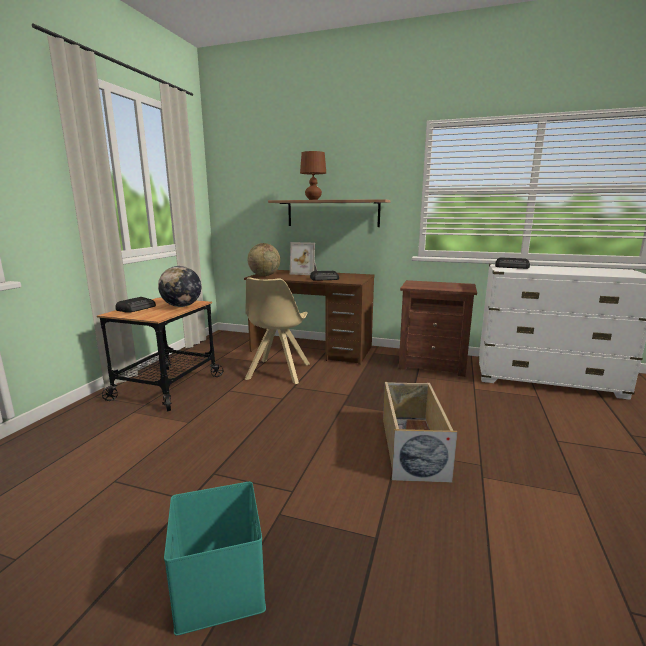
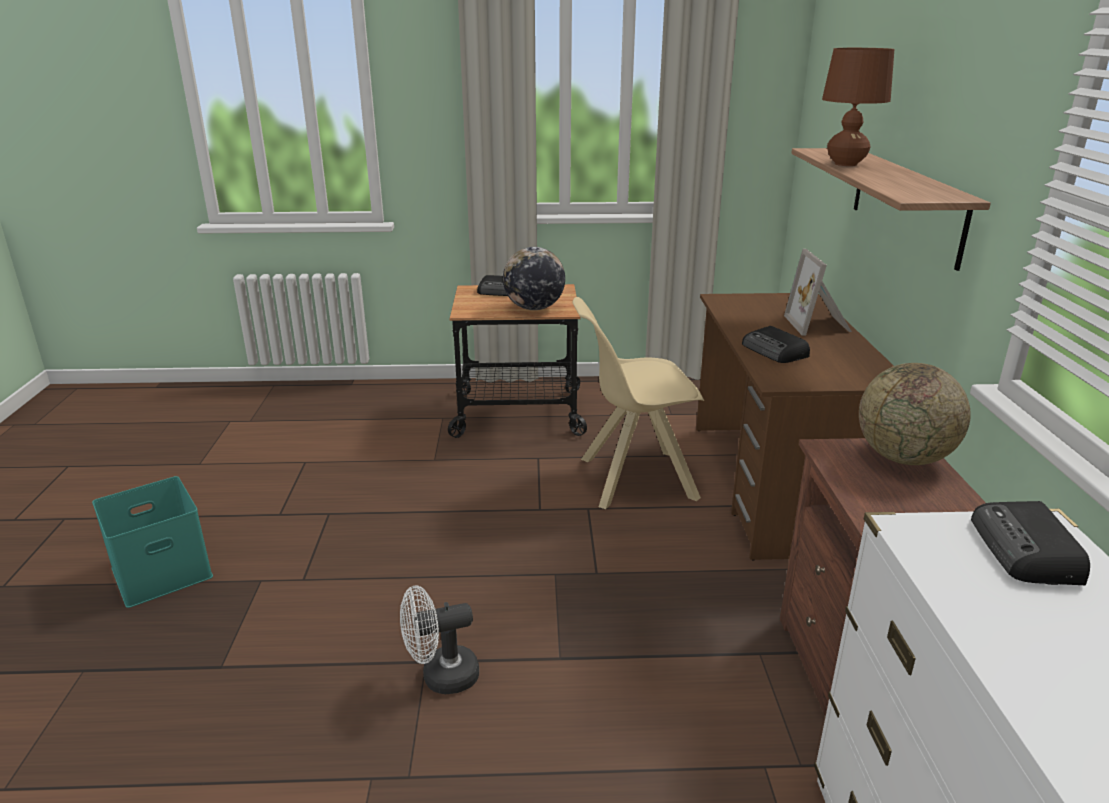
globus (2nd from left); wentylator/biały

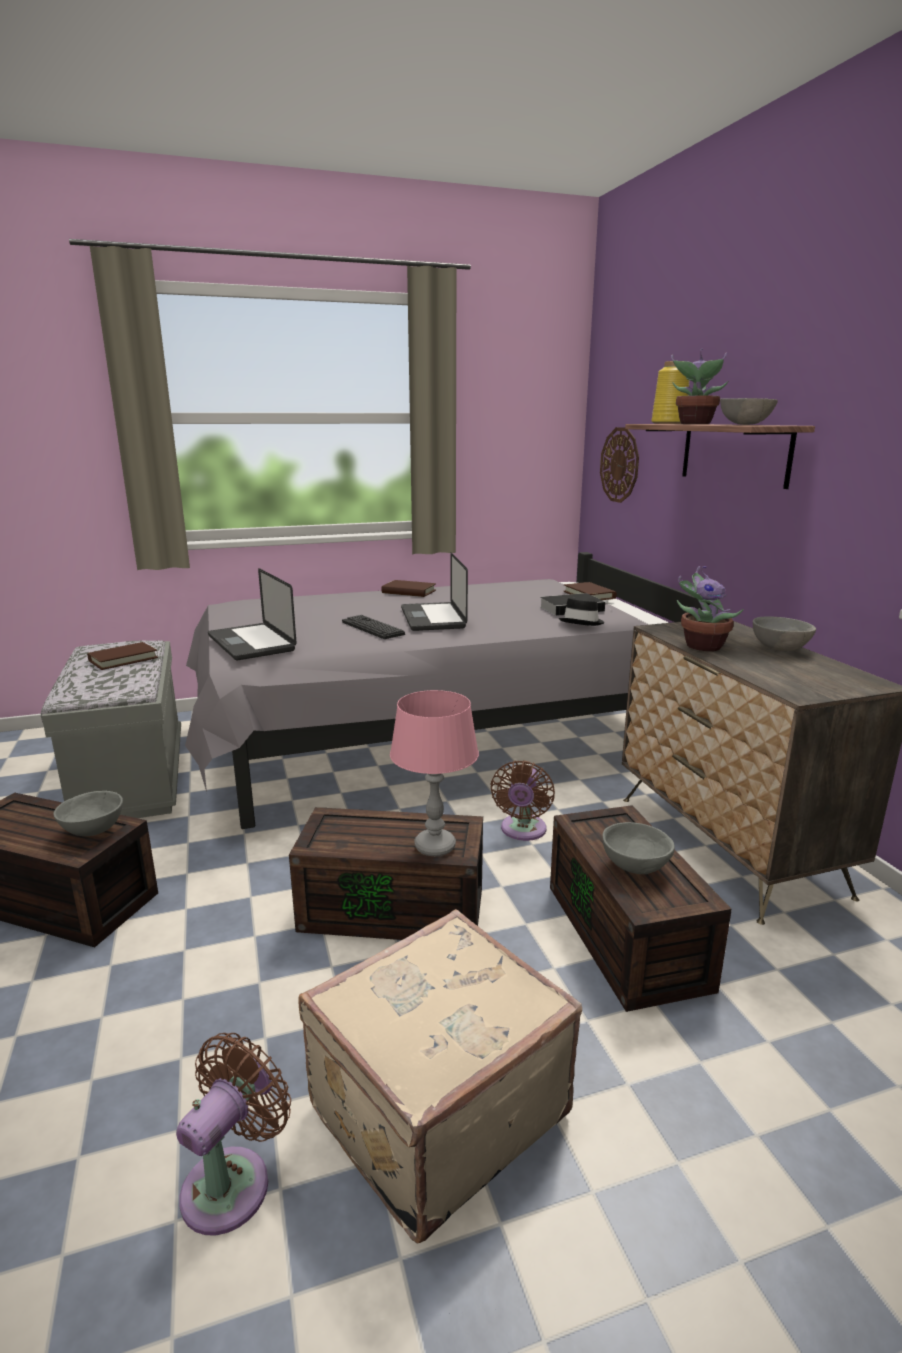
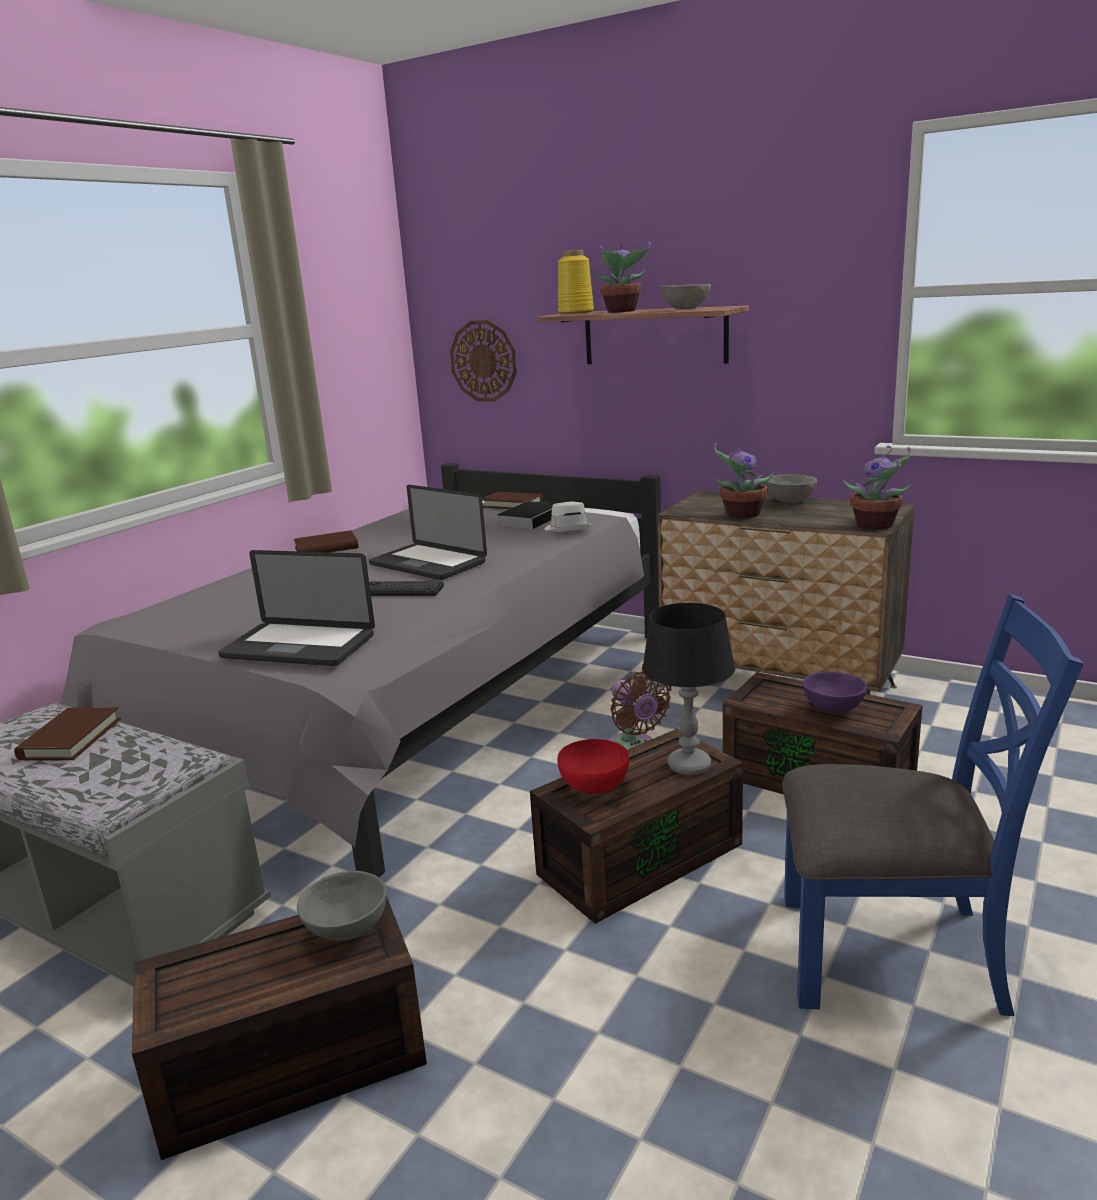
wentylator/brązowy (1st from left in the first image); krzesło/niebieski; lampa stołowa/czarny; kapelusz/biały; miska/fioletowy; miska/czerwony; roślina doniczkowa (3rd from left)

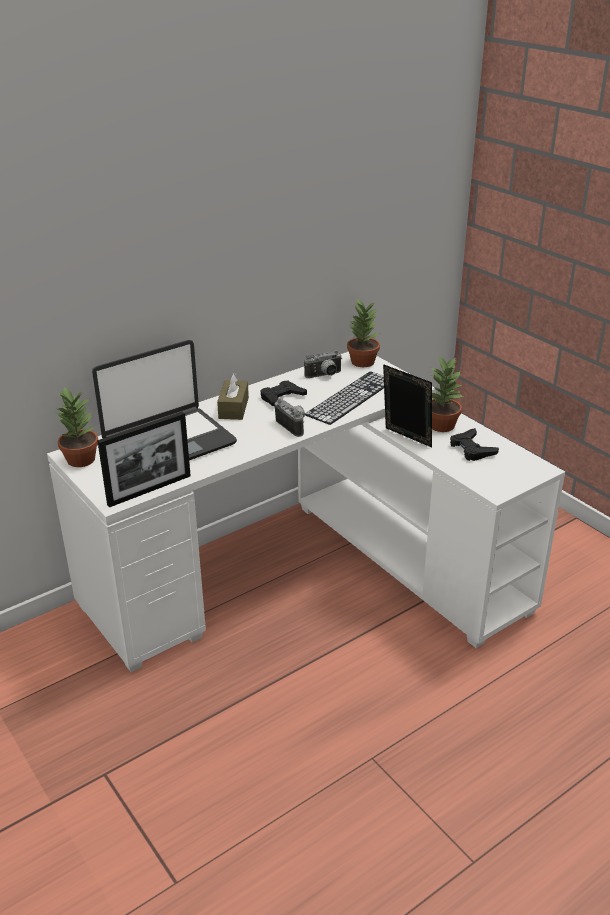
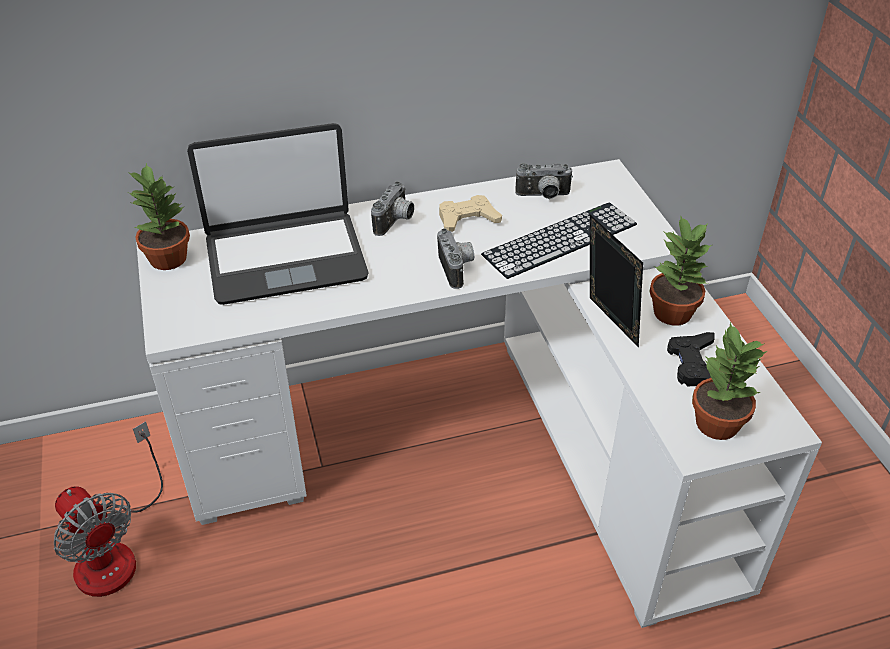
ramka na zdjęcie (1st from left in the first image); aparat fotograficzny (1st from left); pad do gier/beżowy; roślina doniczkowa (3rd from left); wentylator

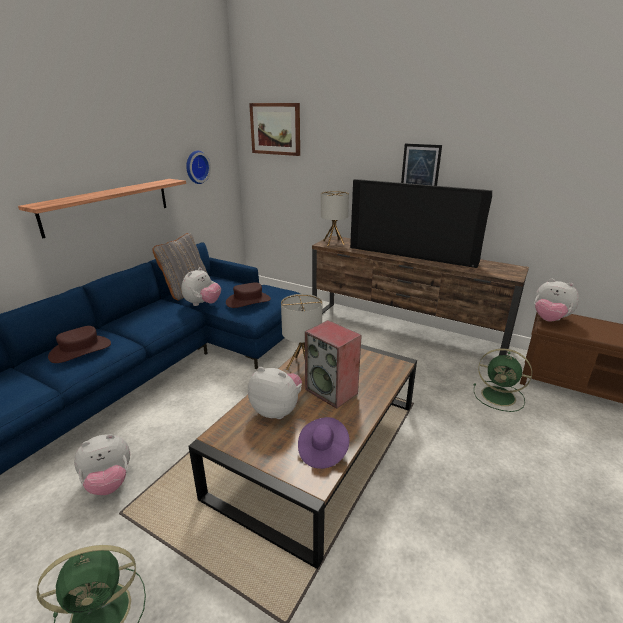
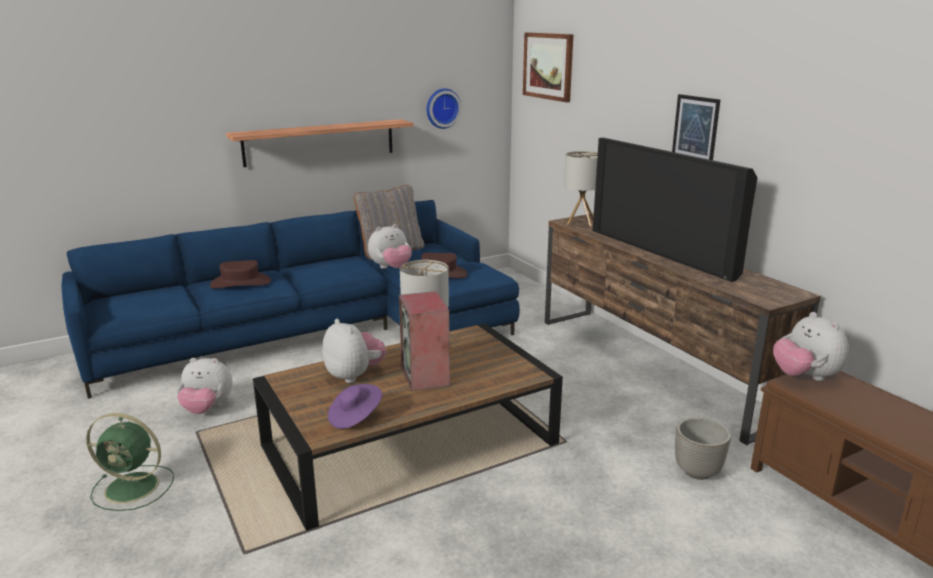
donica

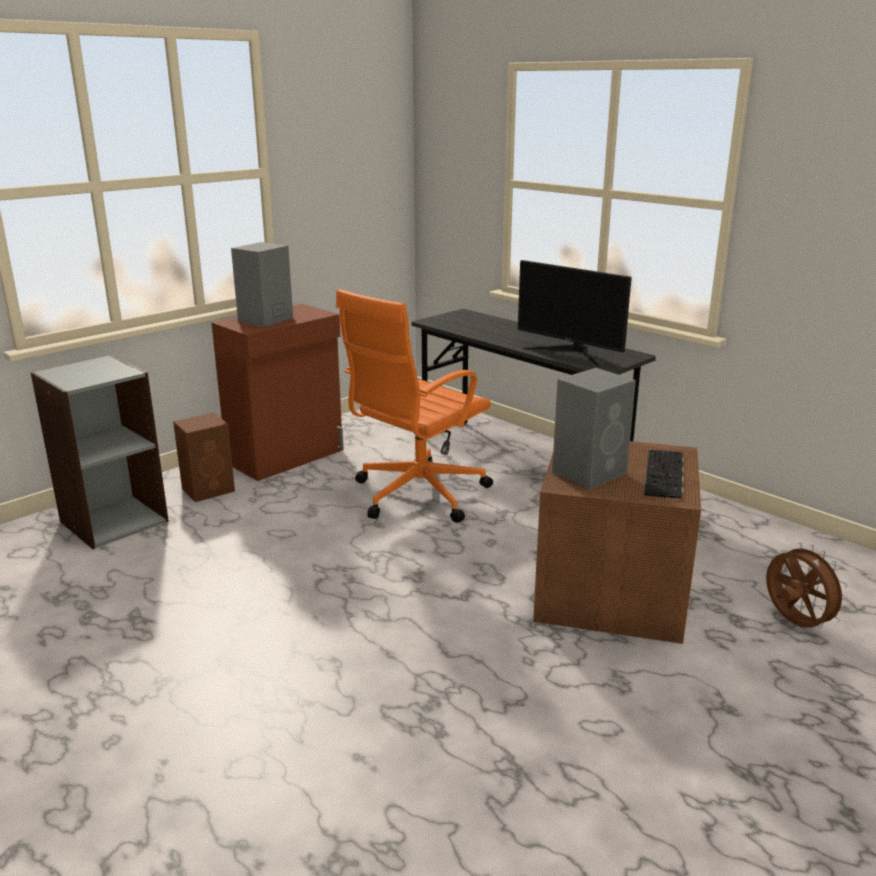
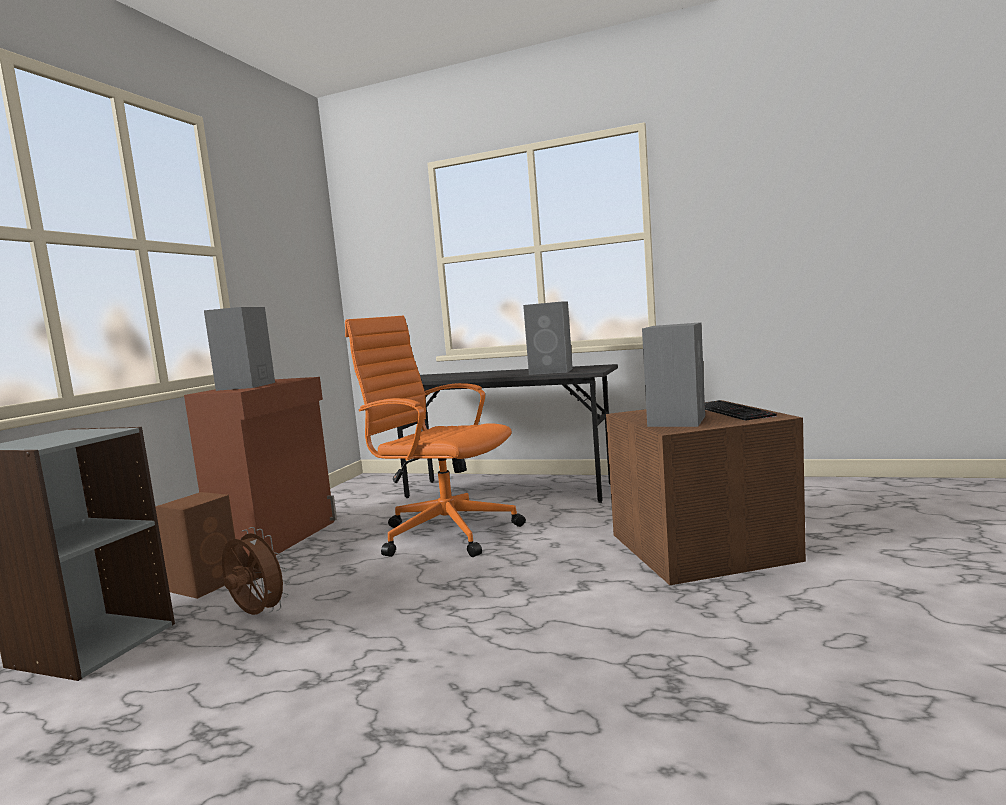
krzesło biurowe/pomarańczowy; głośnik/szary (2nd from left); wentylator/brązowy

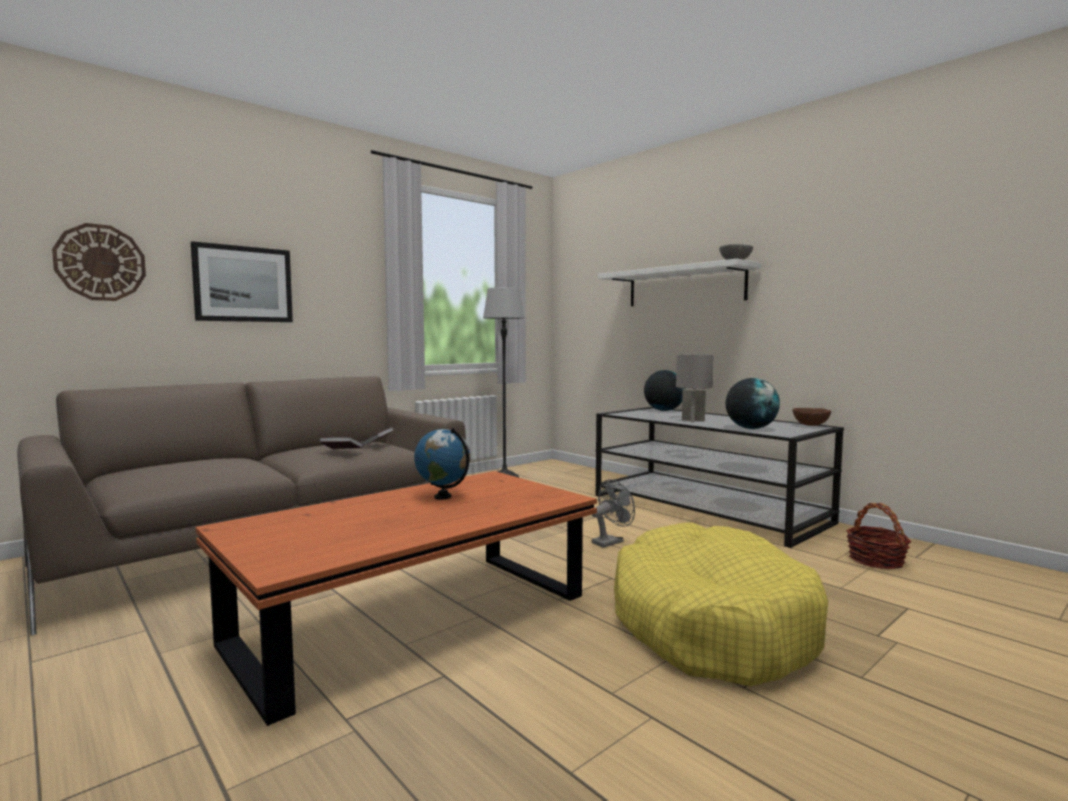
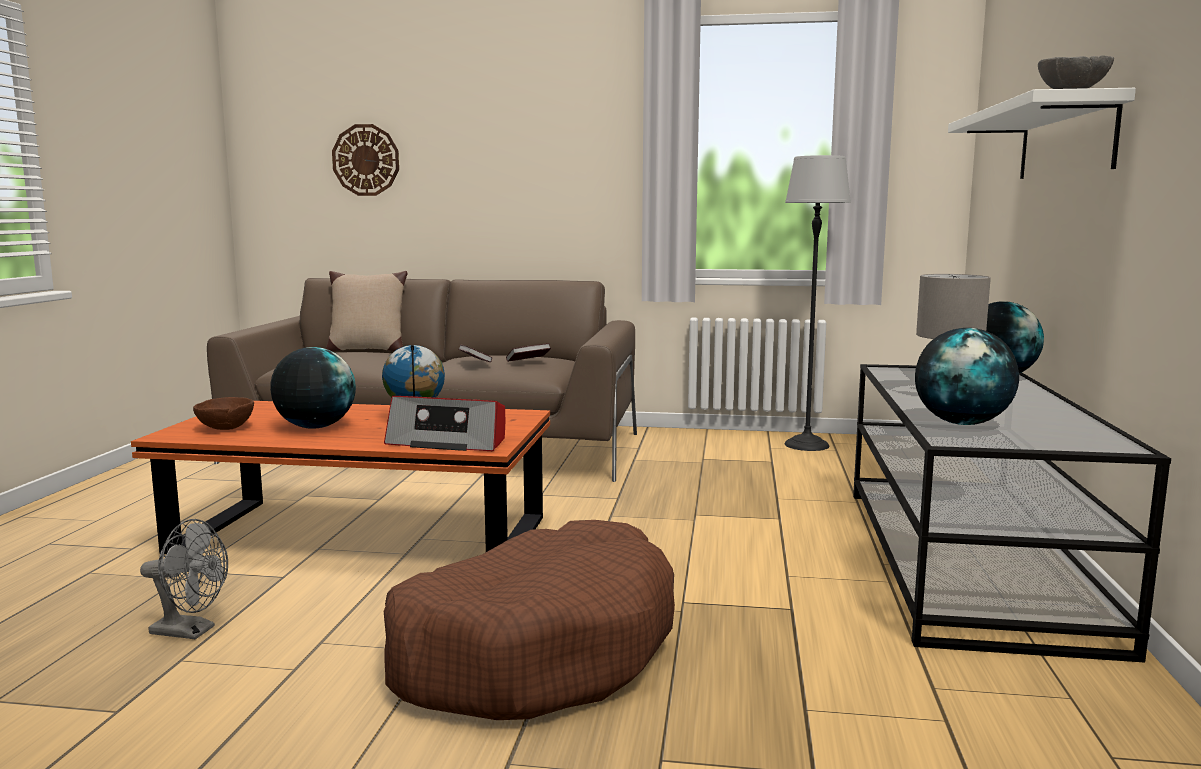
obraz; wentylator/szary; legowisko/brązowy; miska/brązowy; koszyk; globus (1st from left); poduszka/beżowy; radio

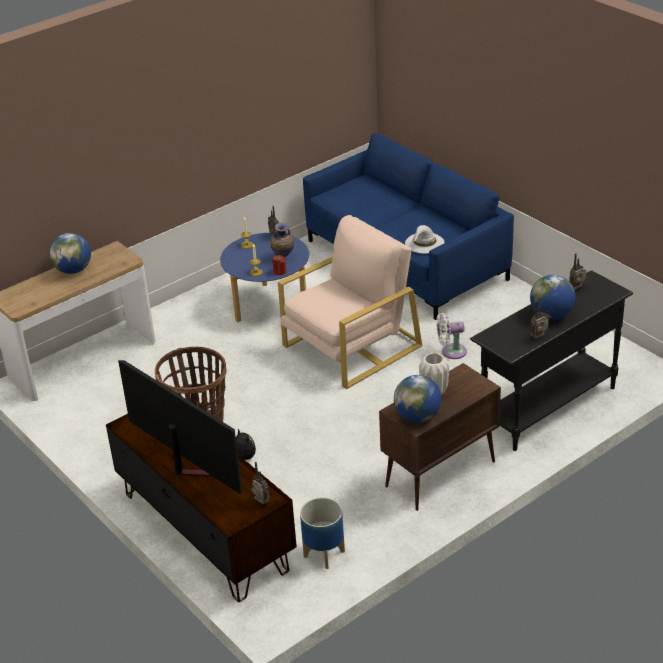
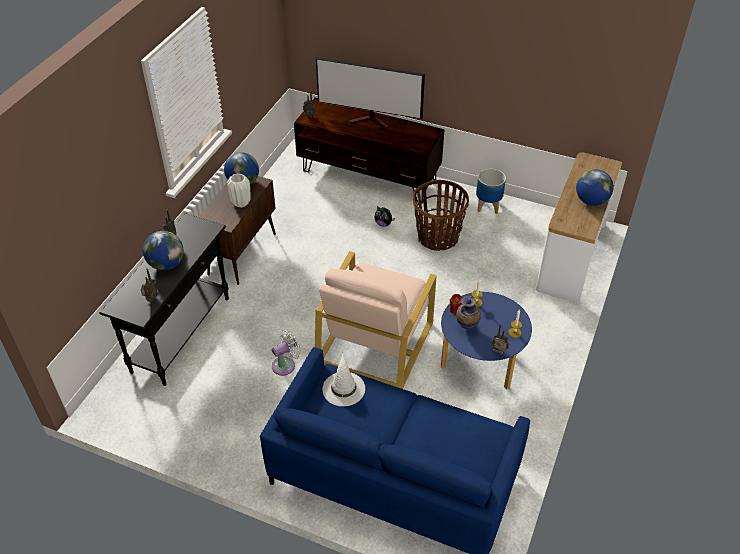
donica

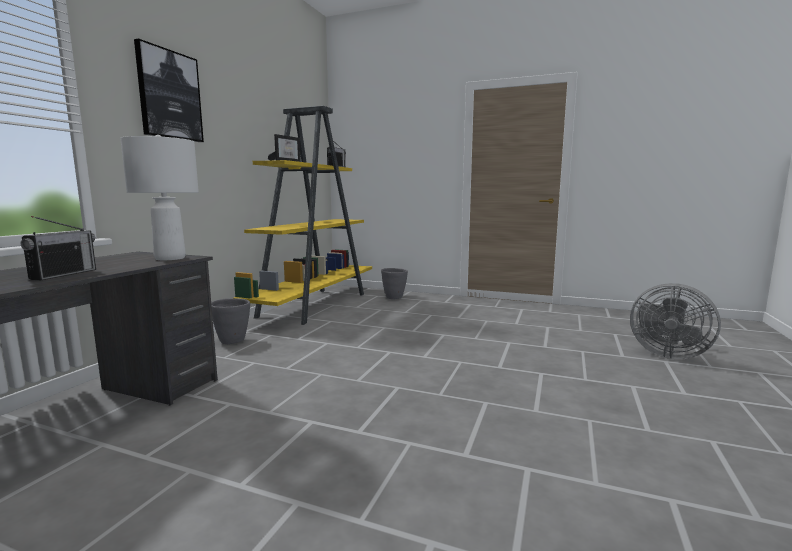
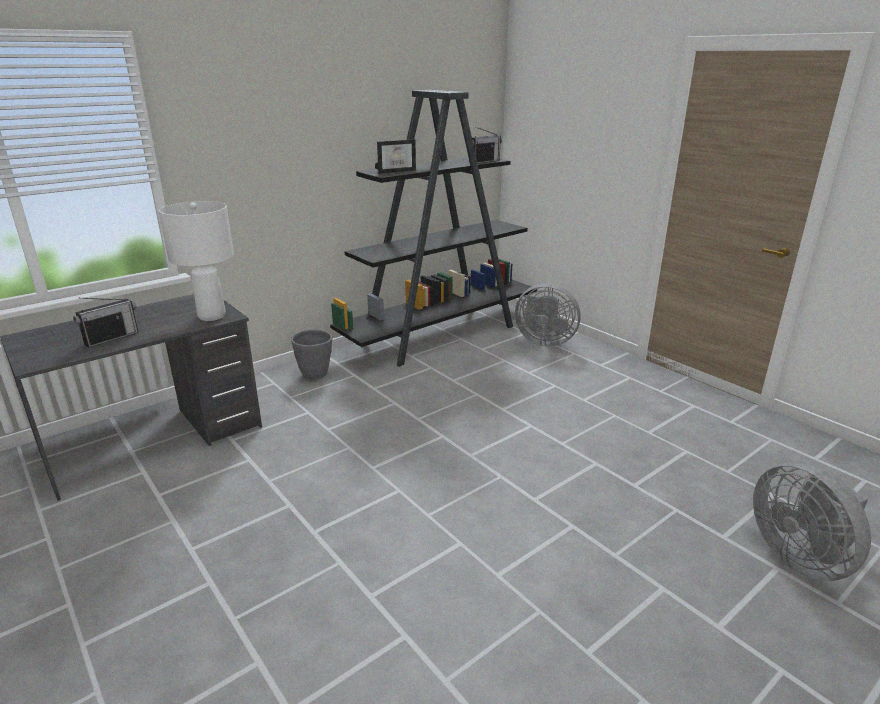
obraz; regał/czarny; wentylator/szary (1st from left)

